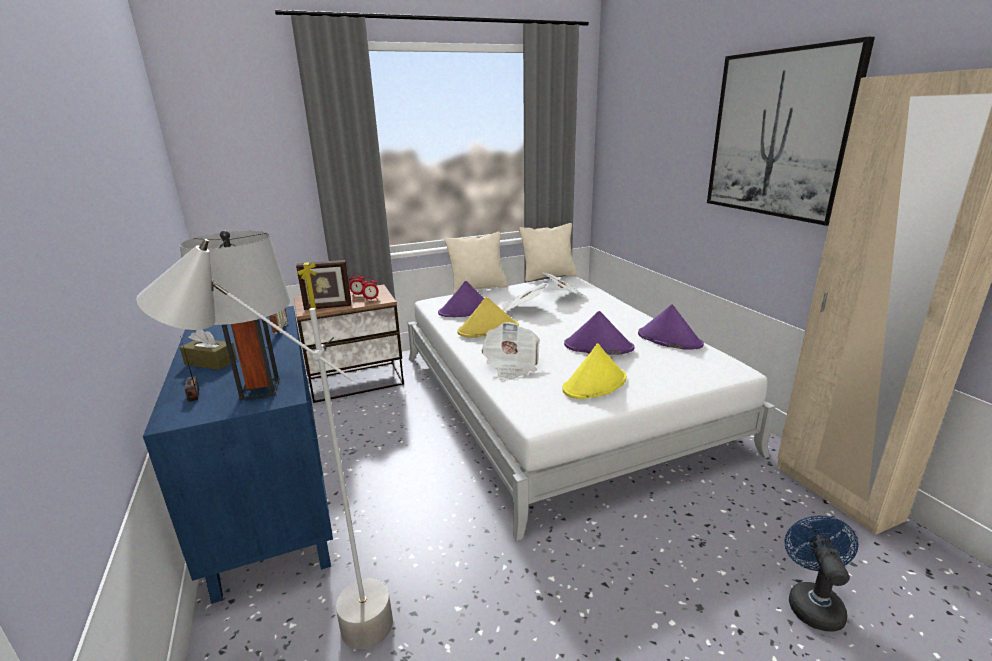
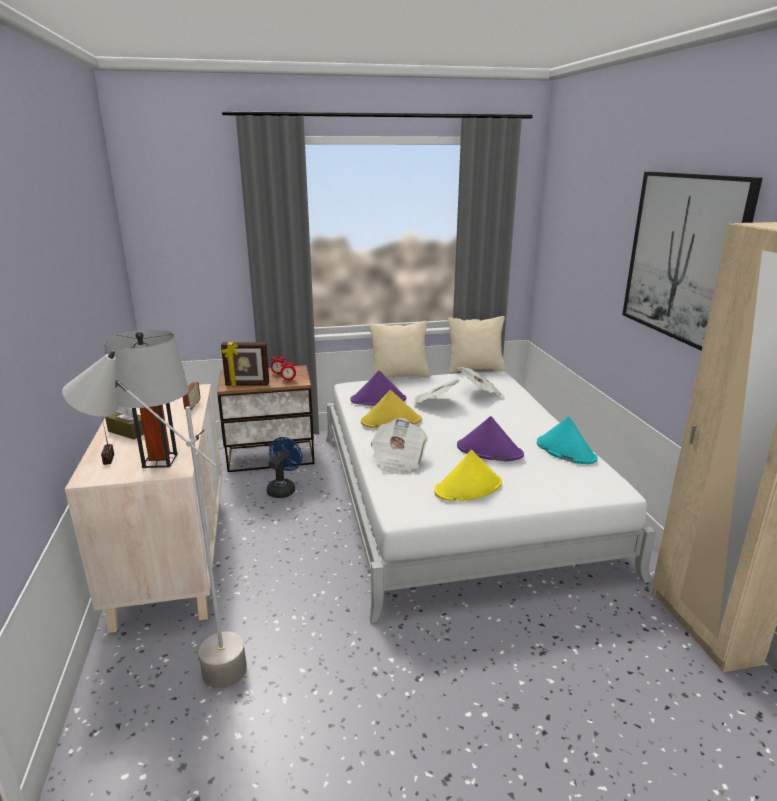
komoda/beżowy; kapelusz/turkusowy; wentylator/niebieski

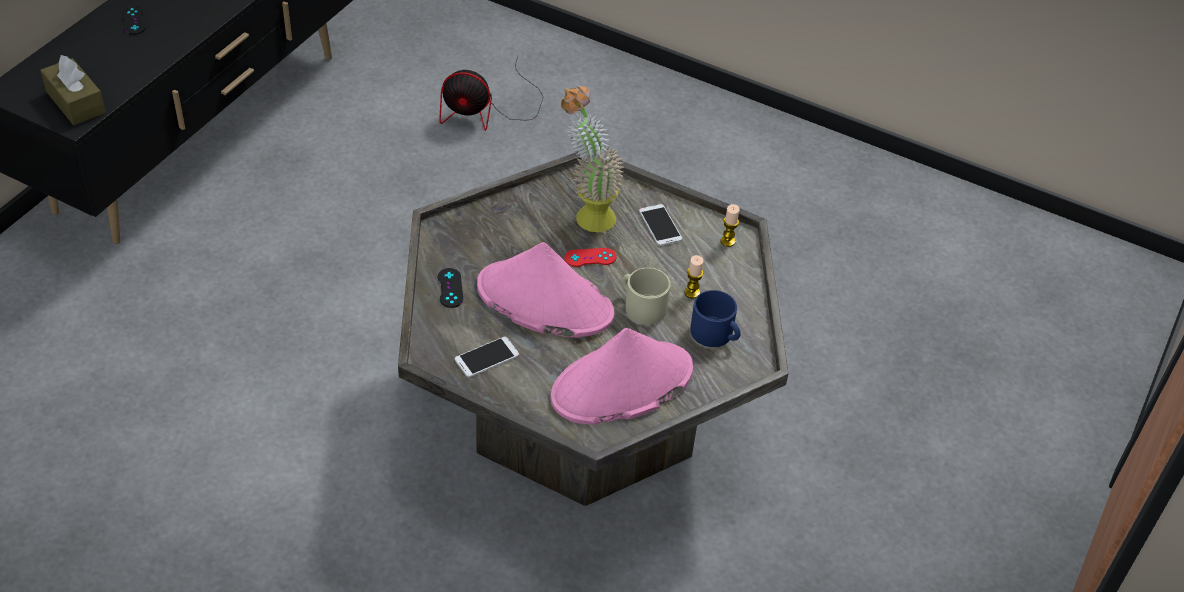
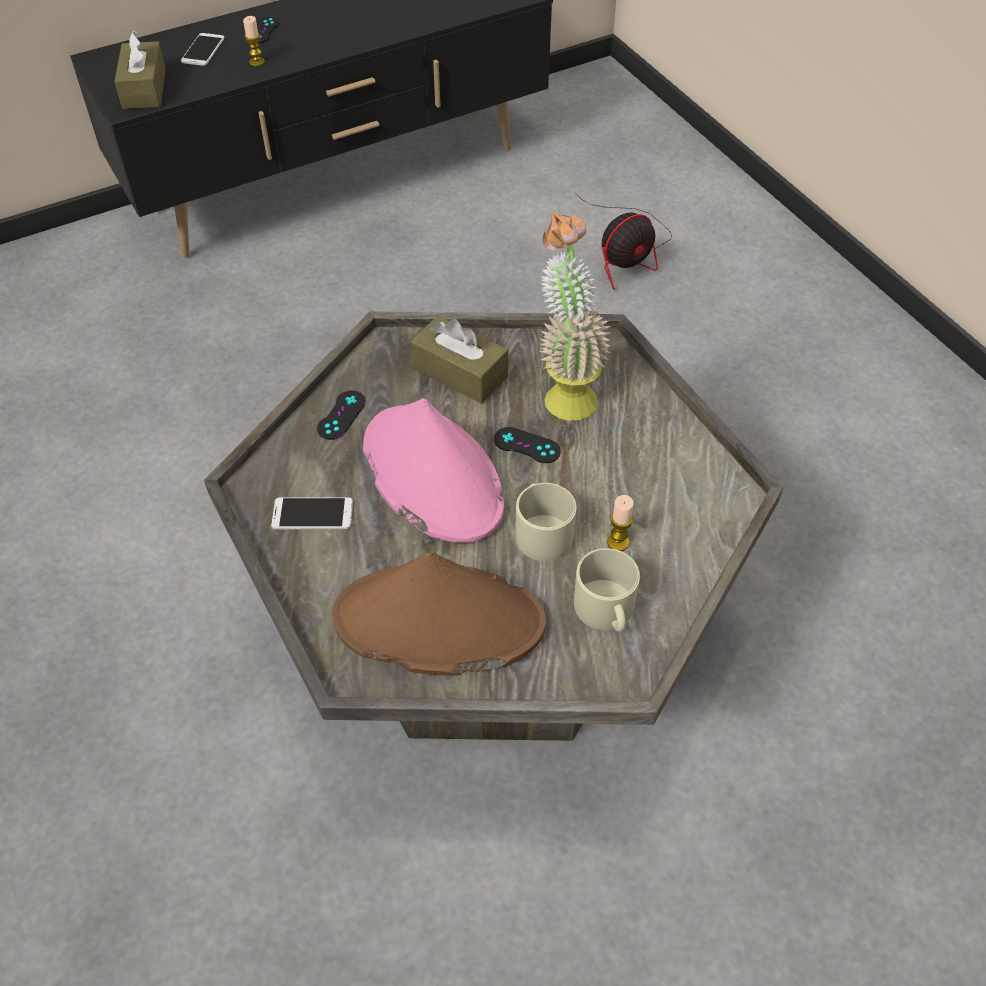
wentylator; kapelusz/brązowy; pad do gier/czarny (3rd from left); telefon (1st from left); kubek/beżowy (2nd from left); świeca (1st from left); pudełko chusteczek/brązowy (2nd from left)

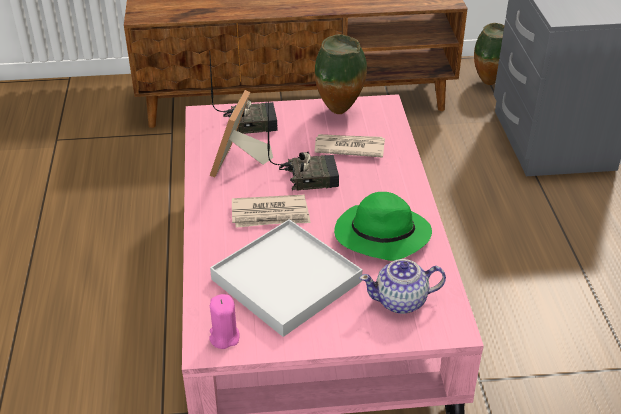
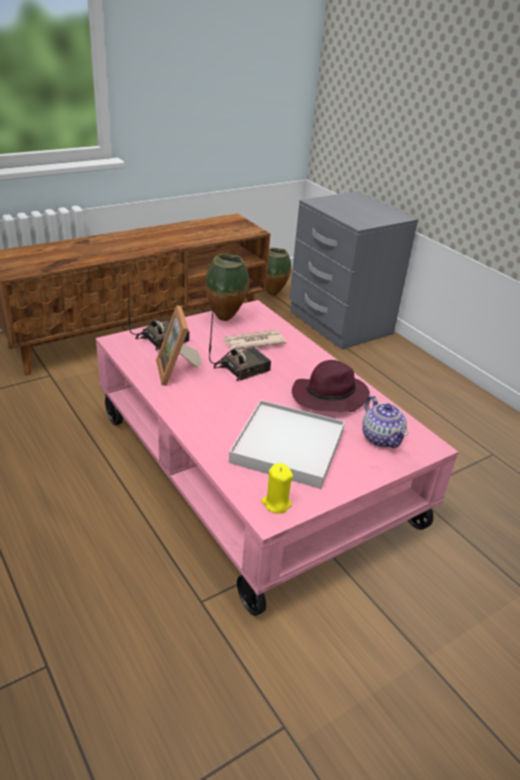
świeca/żółty; gazeta (1st from left in the first image); kapelusz/fioletowy; imbryk

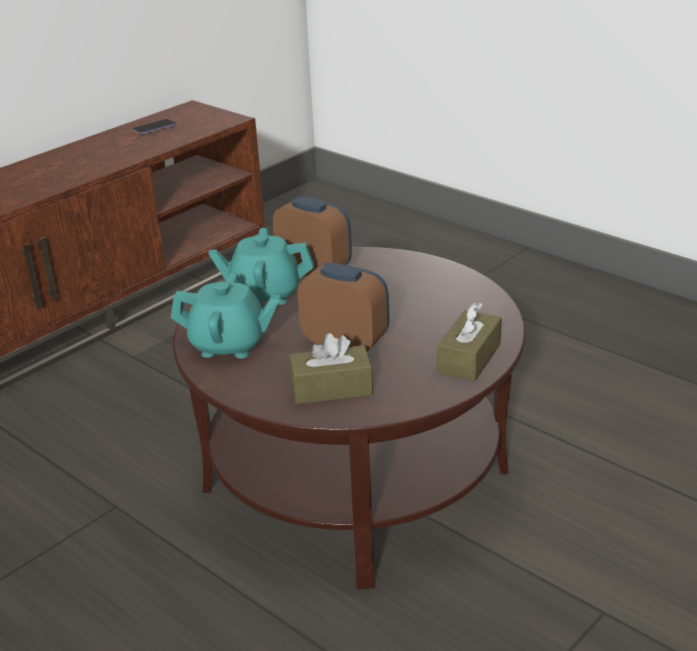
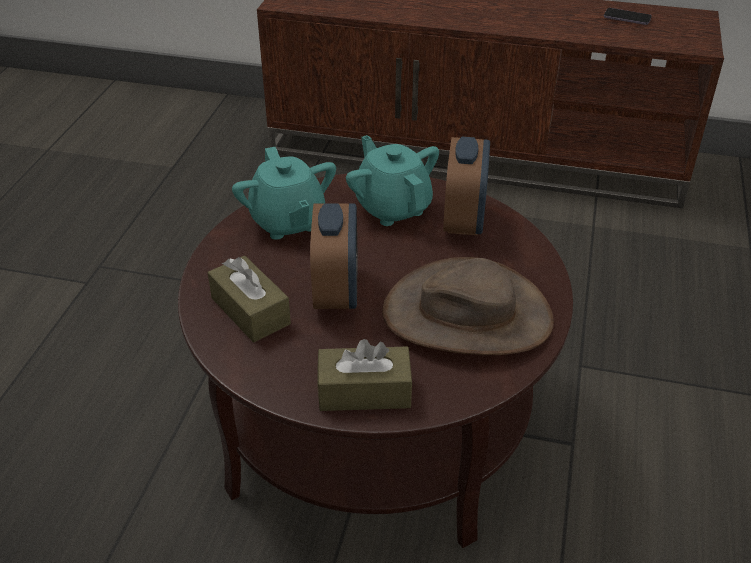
kapelusz/brązowy

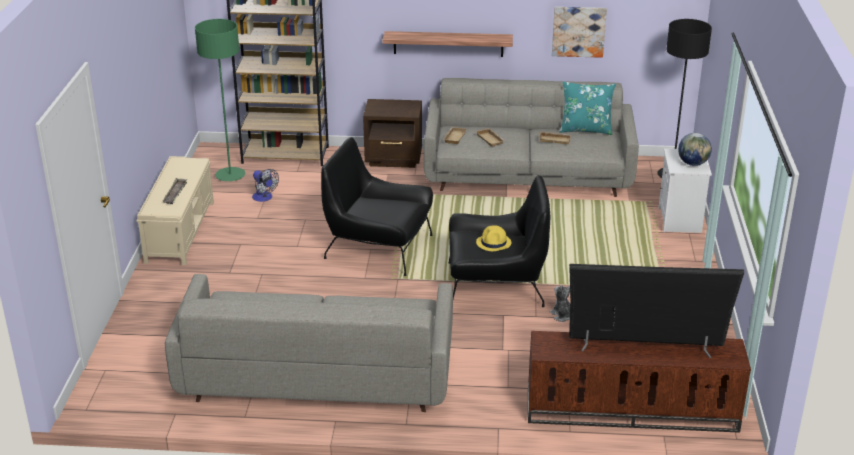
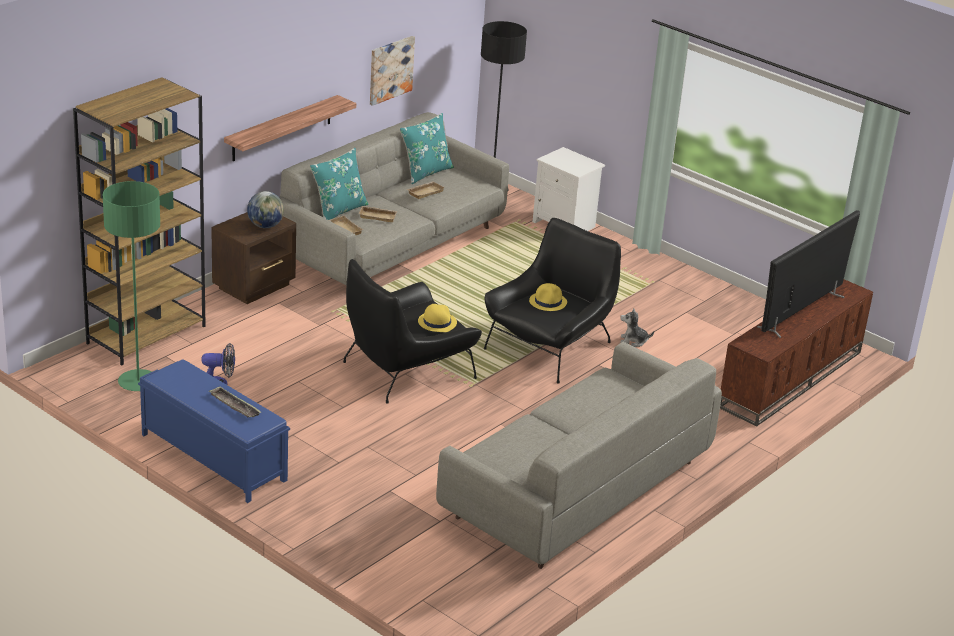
ławka/niebieski; globus; poduszka/turkusowy (1st from left); kapelusz/żółty (1st from left)

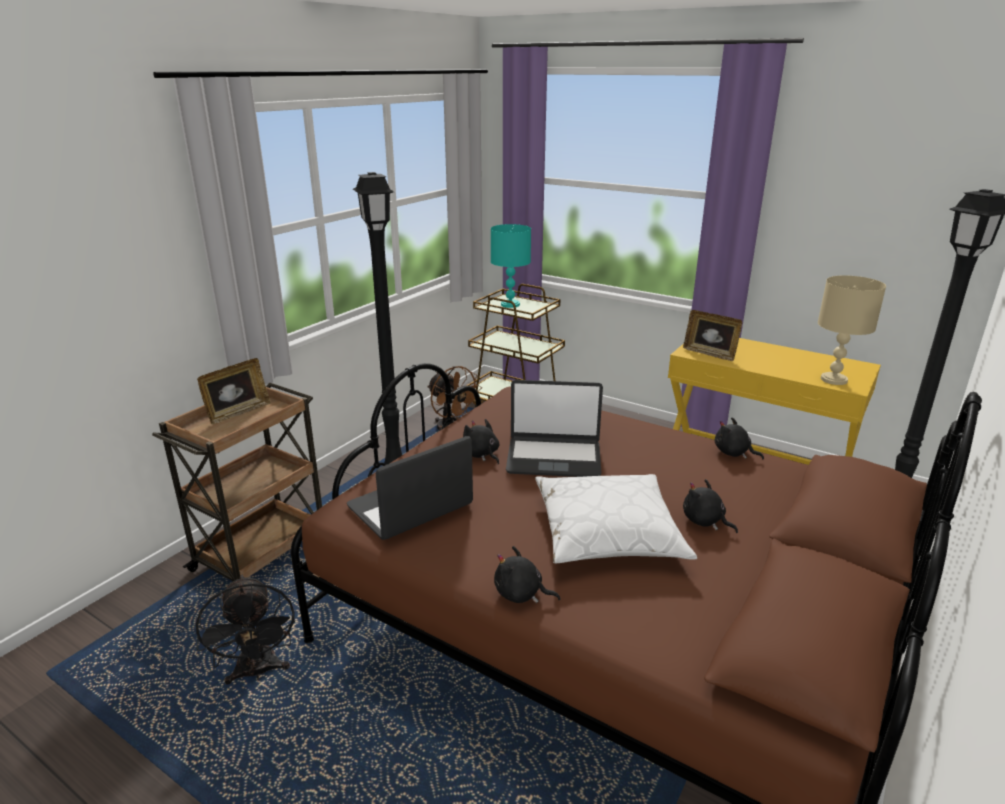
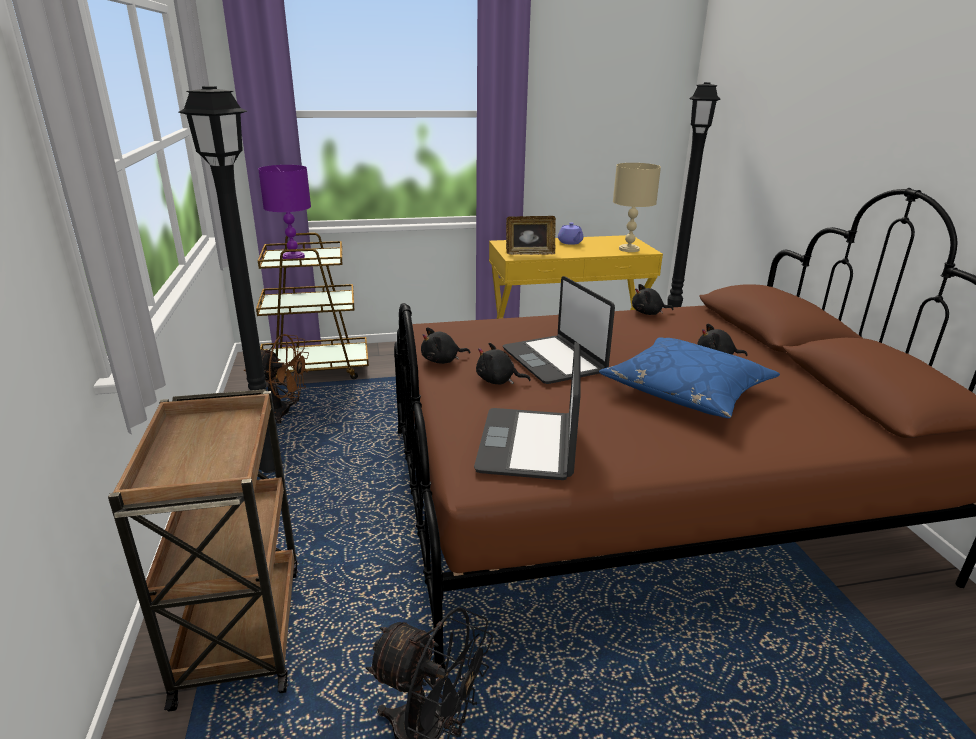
ramka na zdjęcie (1st from left in the first image); lampa stołowa/fioletowy; pluszak/czarny (1st from left); laptop (2nd from left); poduszka/niebieski; imbryk/fioletowy

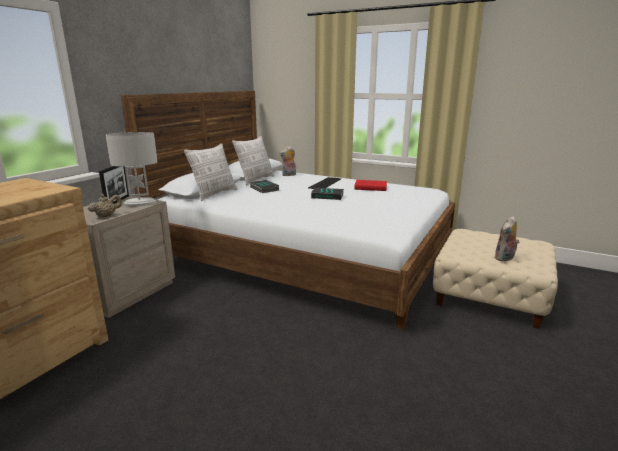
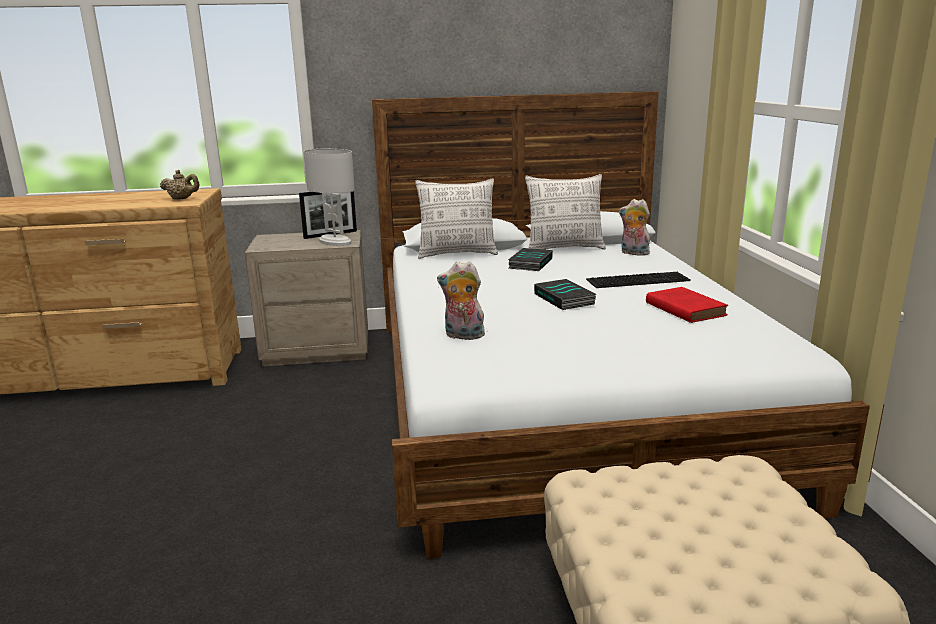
imbryk/beżowy; pluszak (1st from left)

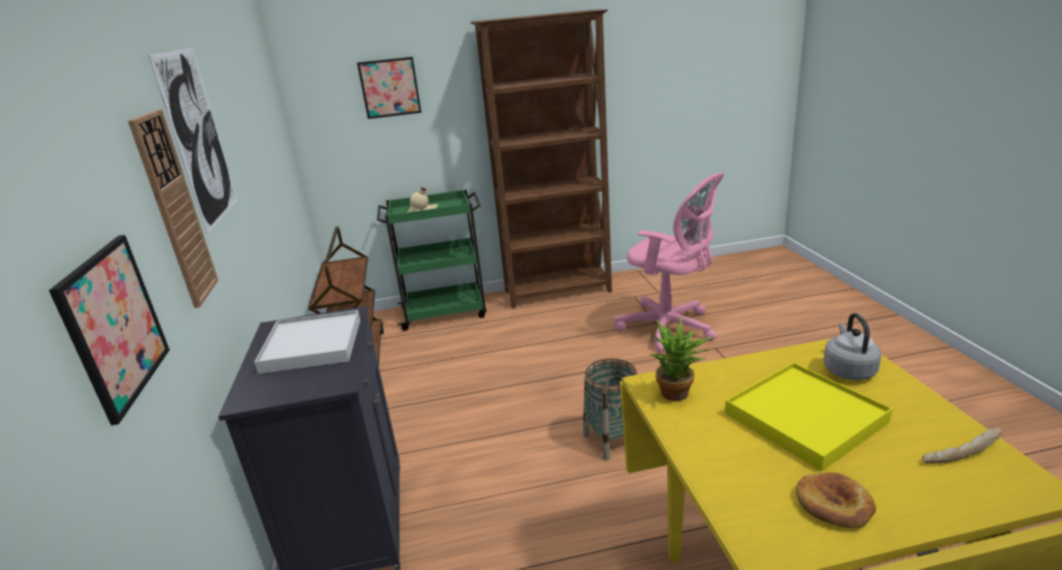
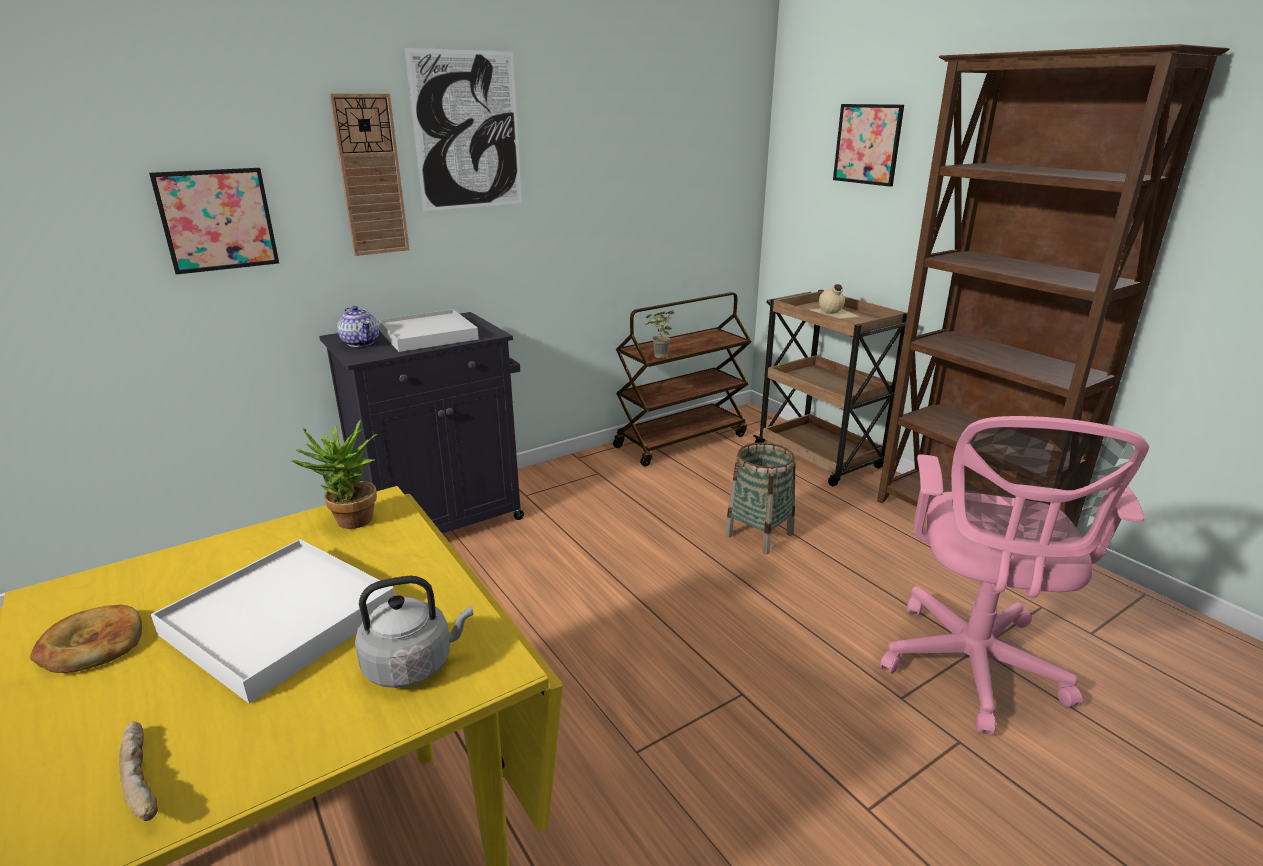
wózek/brązowy (2nd from left); koszyk; taca/biały (1st from left); imbryk; roślina doniczkowa (2nd from left)

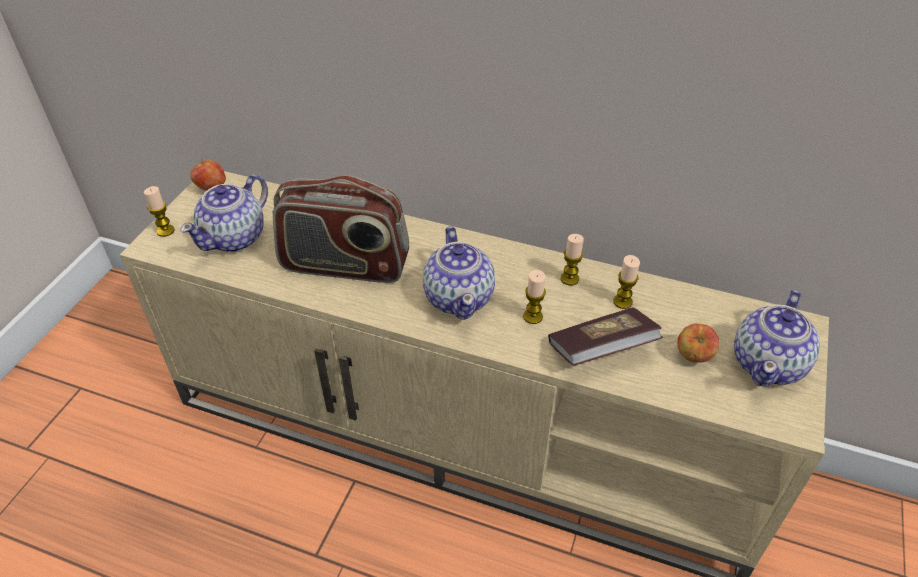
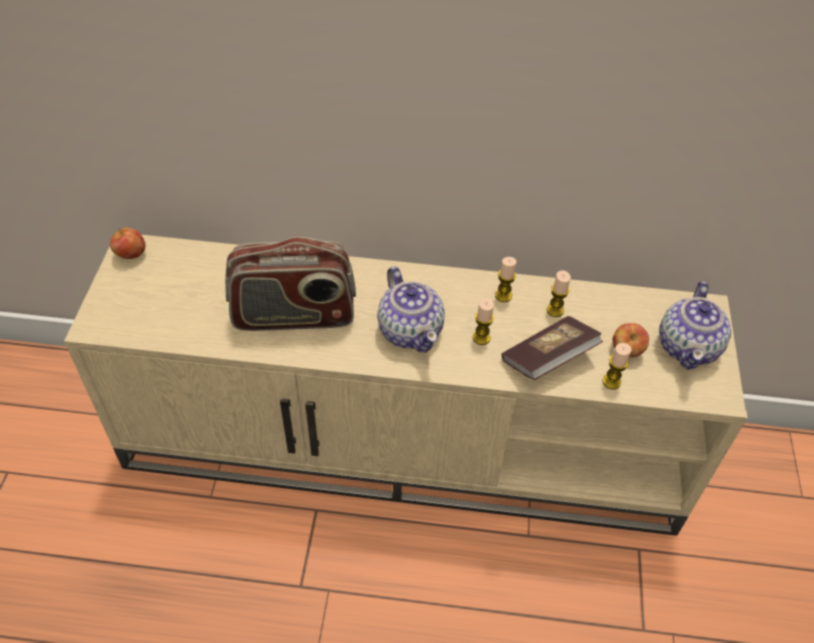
świeca (4th from left); imbryk (1st from left in the first image)

